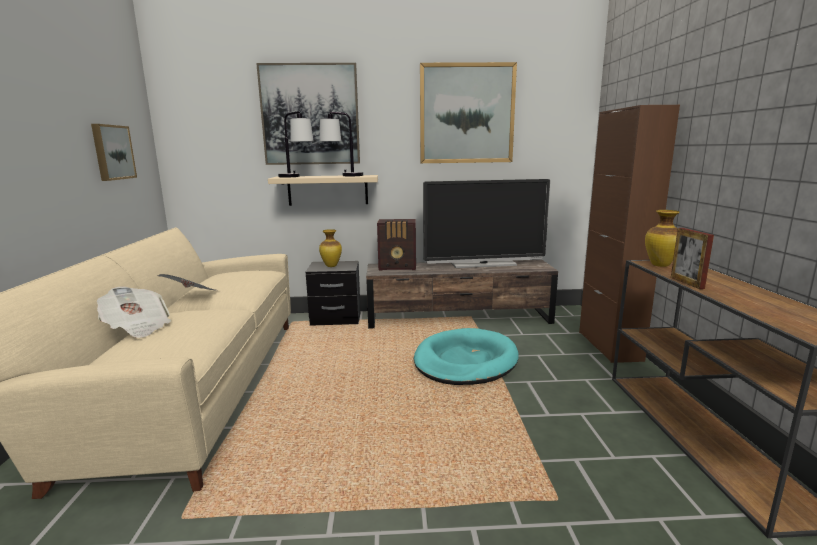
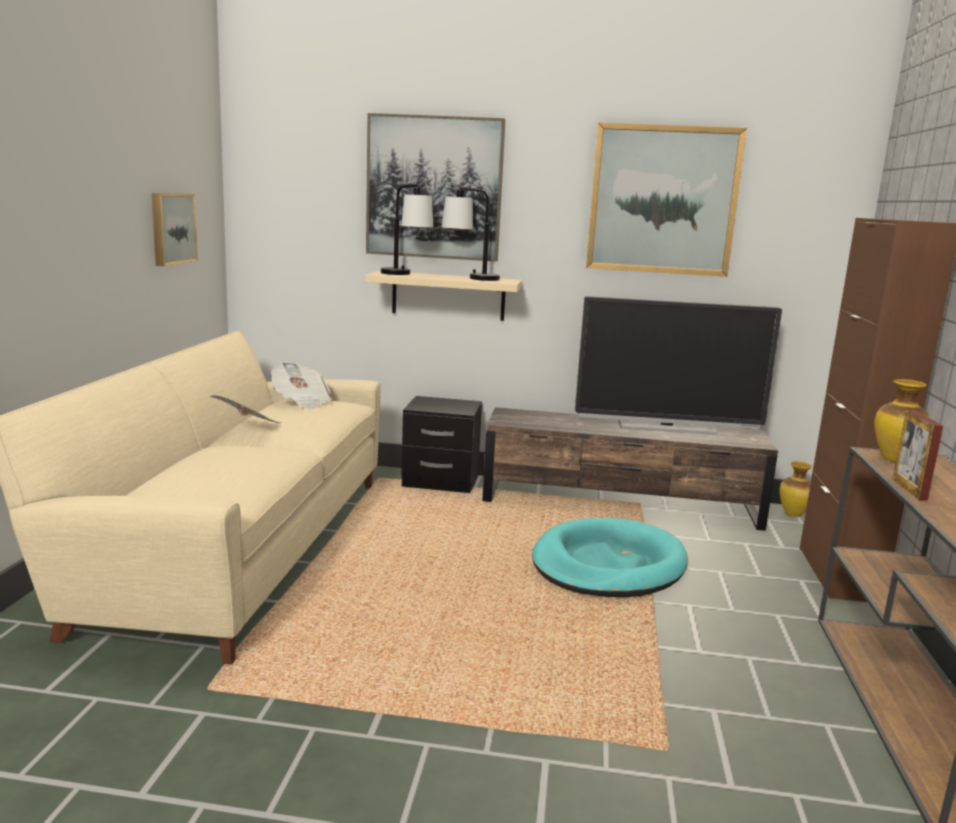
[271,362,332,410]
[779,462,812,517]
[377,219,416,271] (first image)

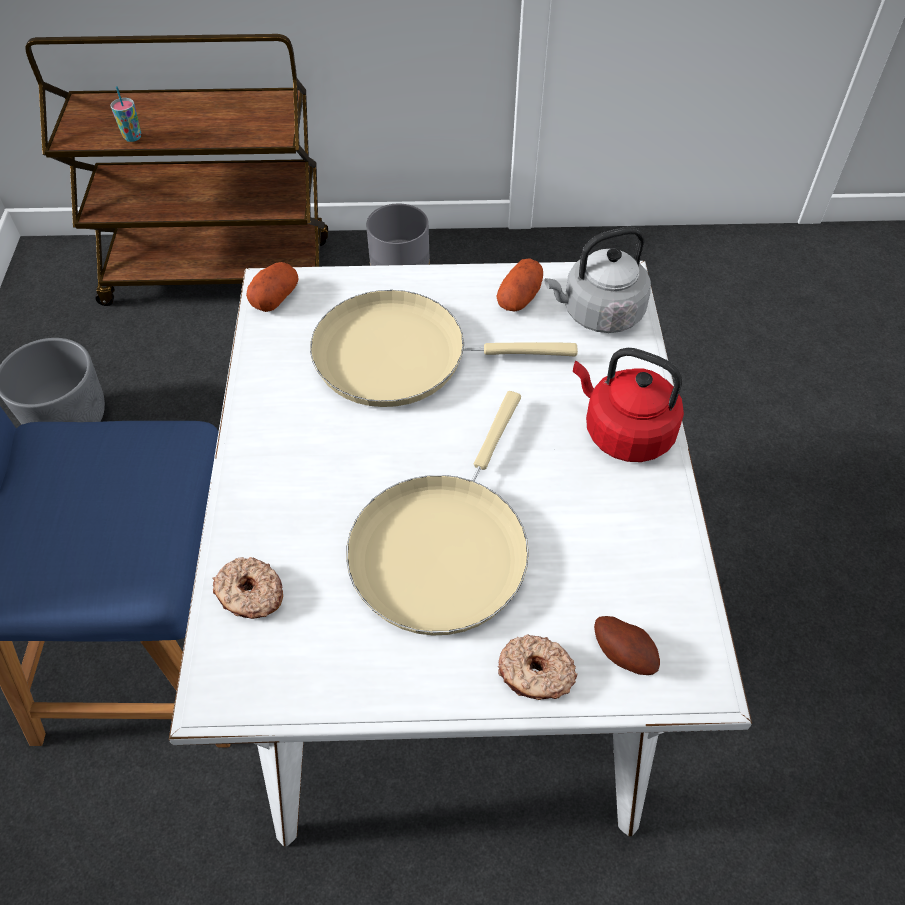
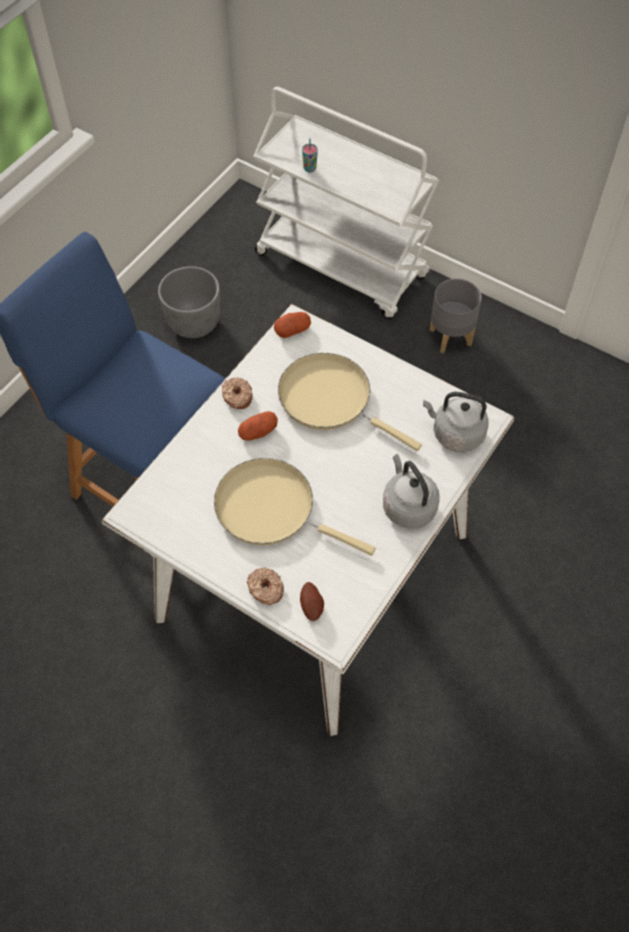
[214,458,376,556]
[222,378,252,409]
[238,411,278,441]
[253,87,439,319]
[383,454,440,528]

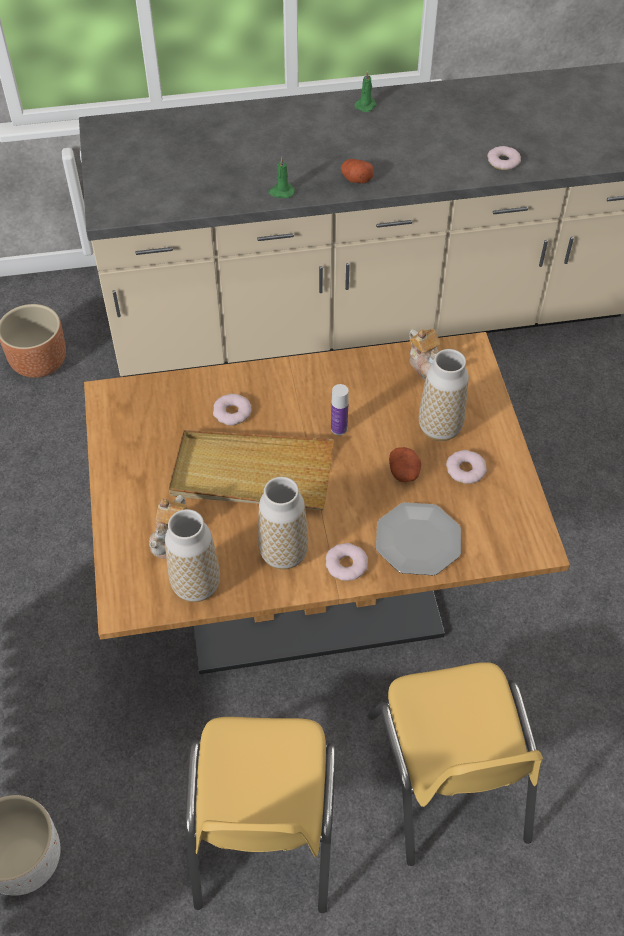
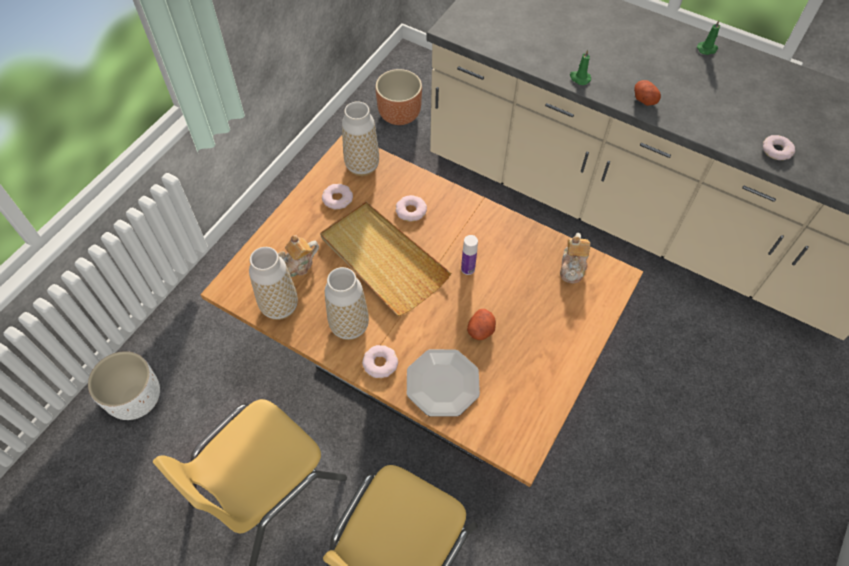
[322,184,353,209]
[342,101,379,176]

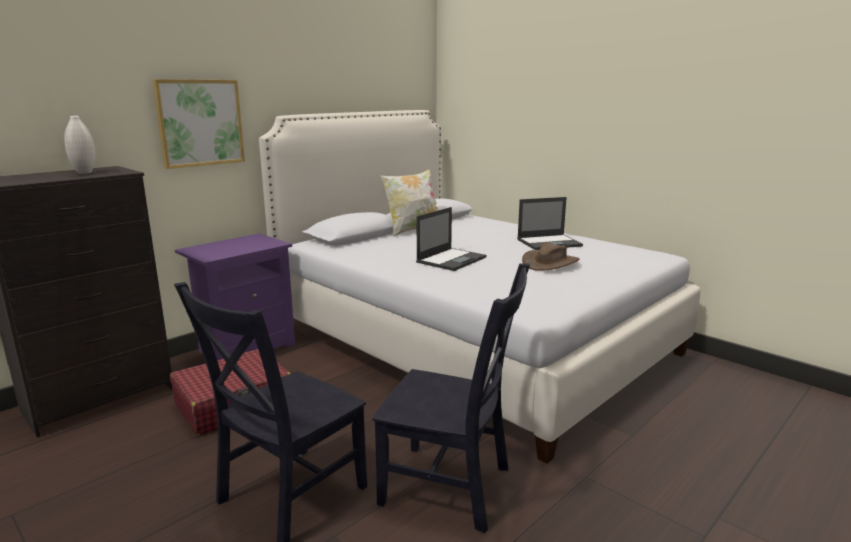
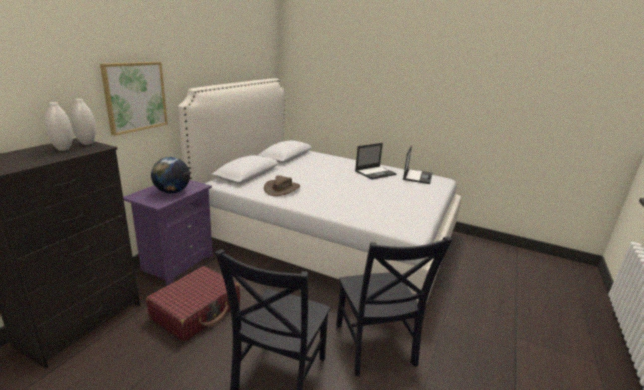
[71,99,96,145]
[151,157,190,194]
[264,175,300,196]
[336,236,452,376]
[403,146,432,184]
[380,169,438,237] (first image)

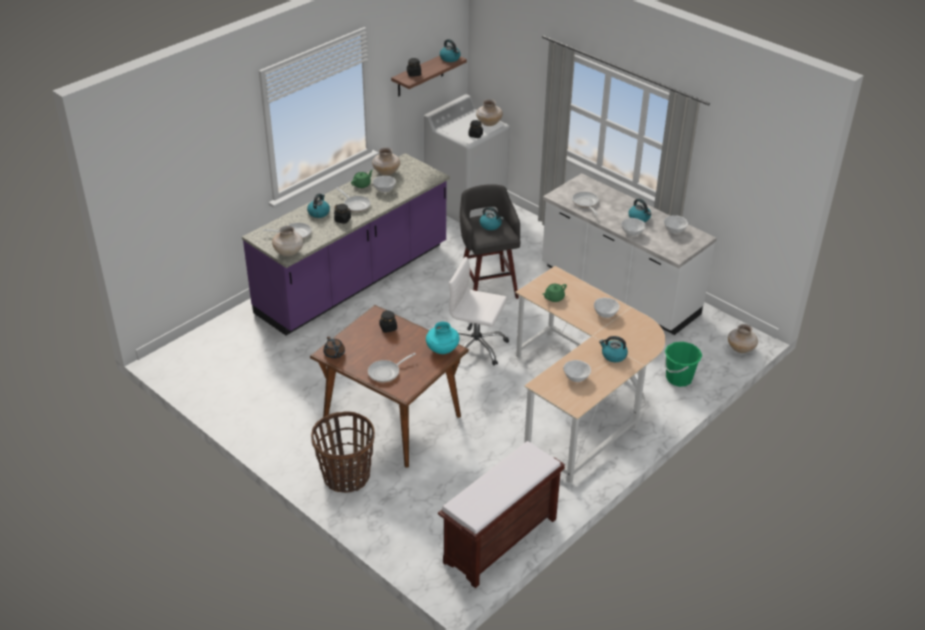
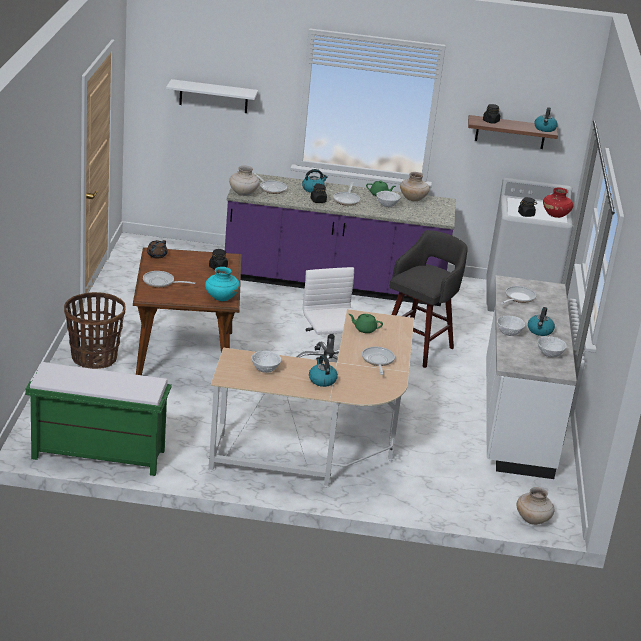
[25,362,172,476]
[166,79,258,113]
[362,347,395,375]
[543,188,573,218]
[480,207,504,230] (first image)
[664,342,702,387] (first image)

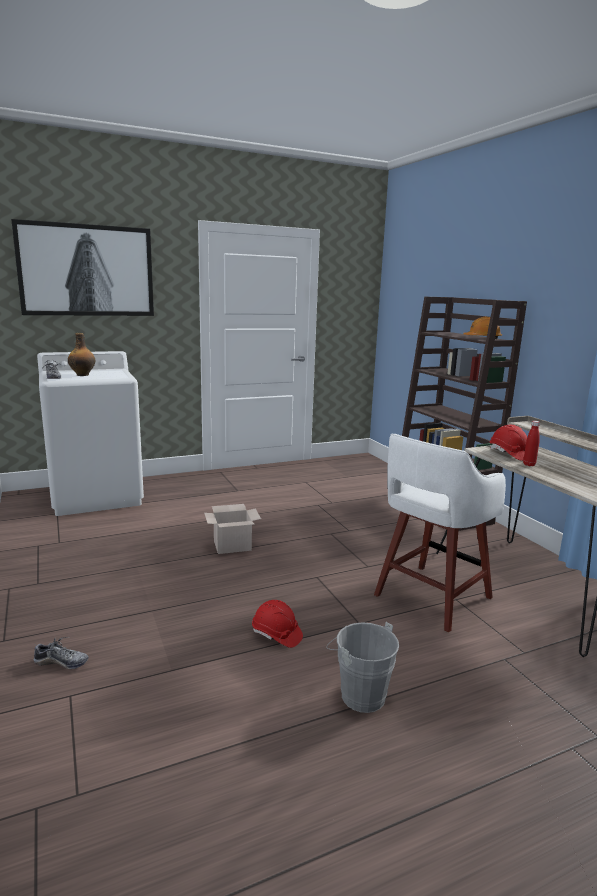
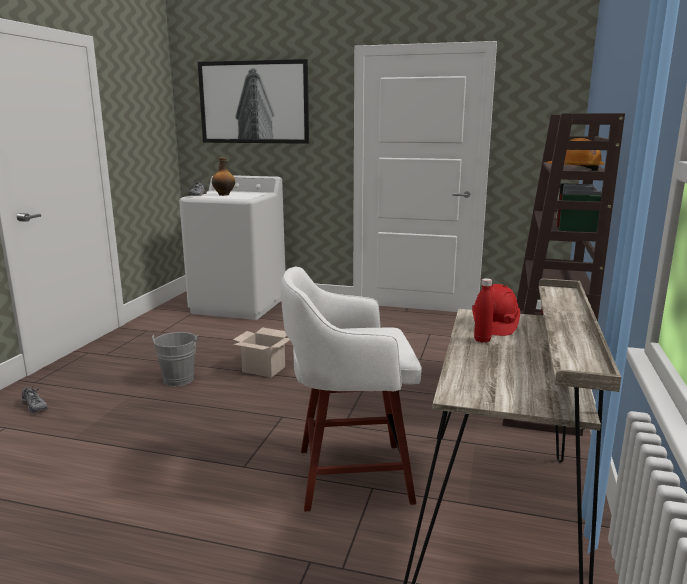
[152,332,199,387]
[252,600,303,648] (first image)

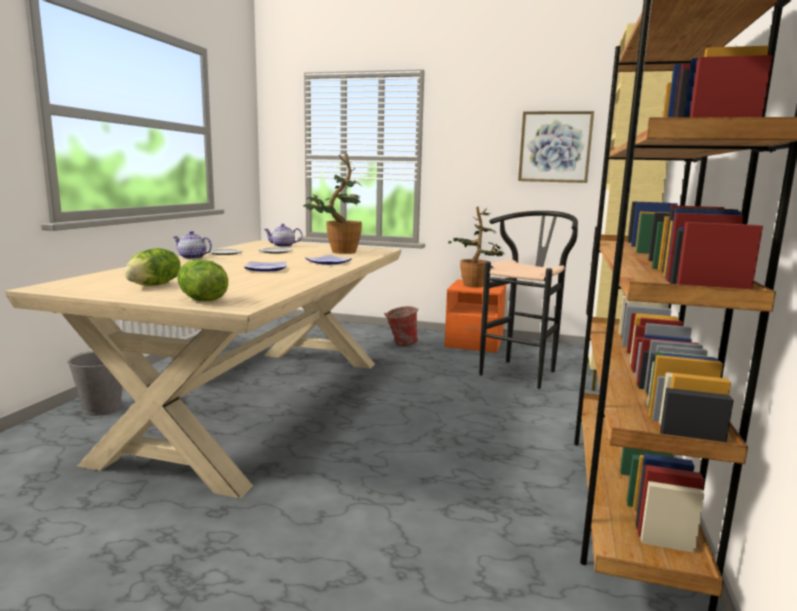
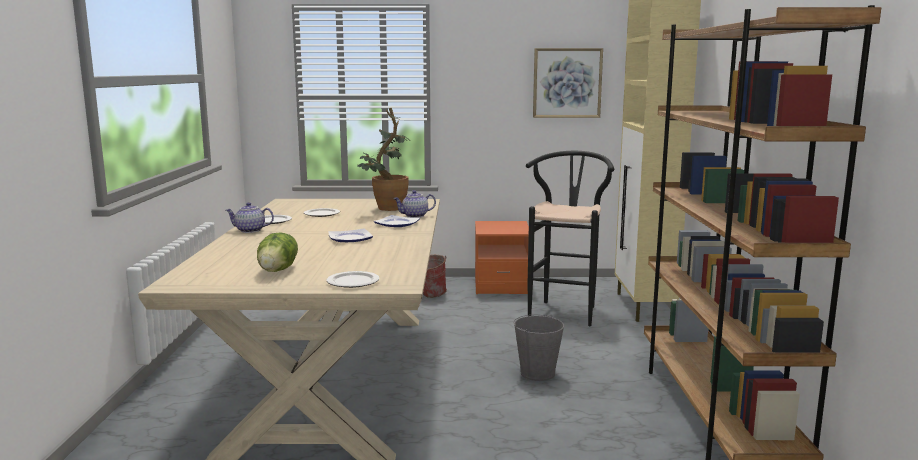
[327,271,380,288]
[393,190,436,218]
[514,315,564,381]
[448,207,505,287] (first image)

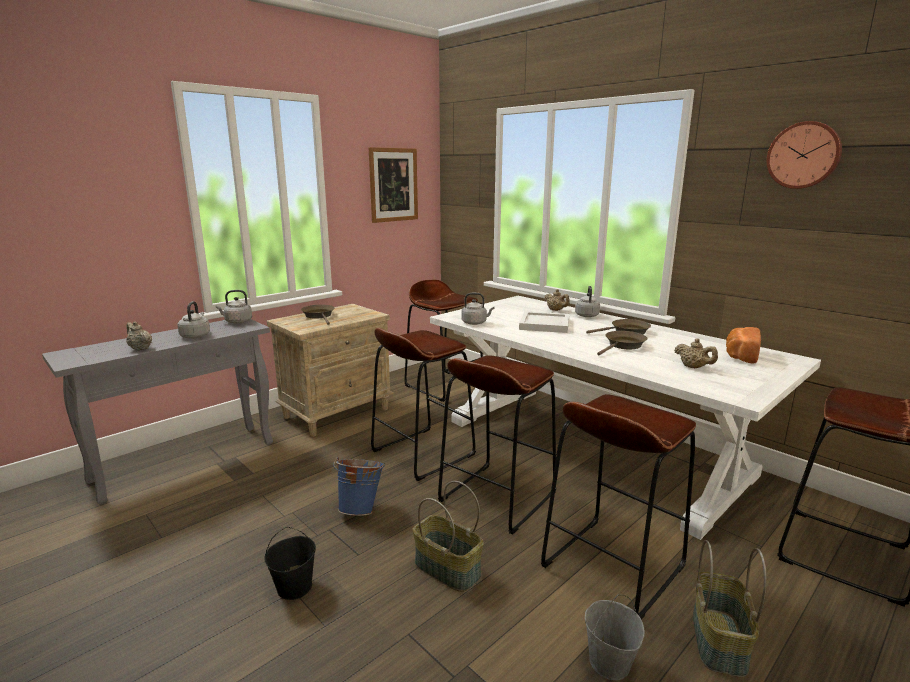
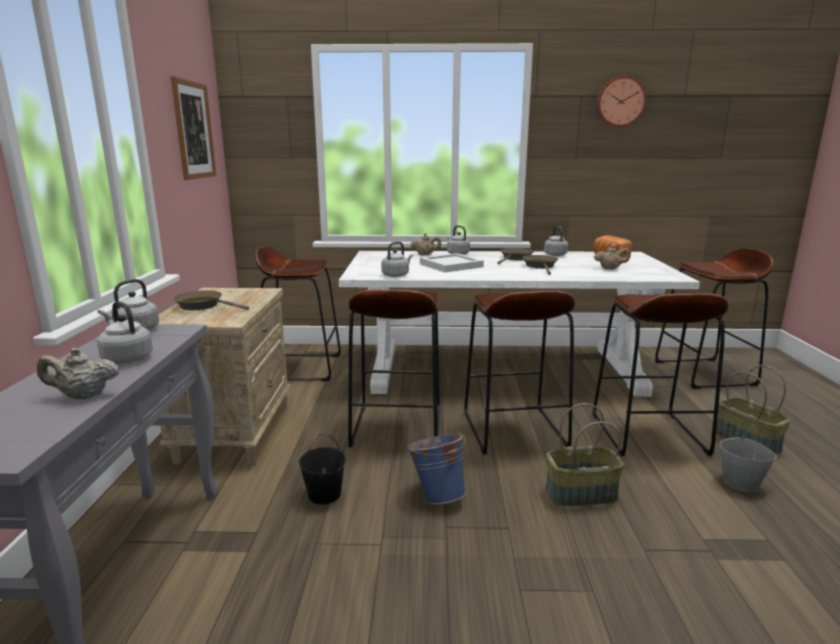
[299,434,346,505]
[544,226,568,256]

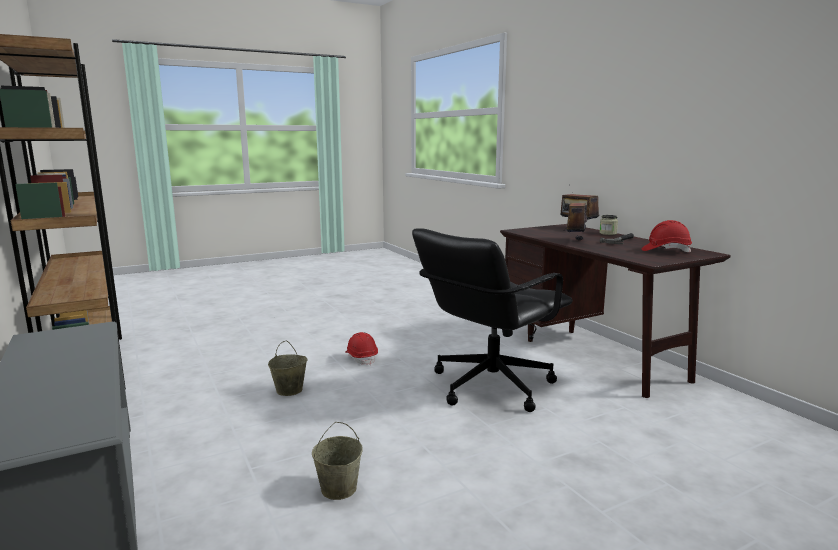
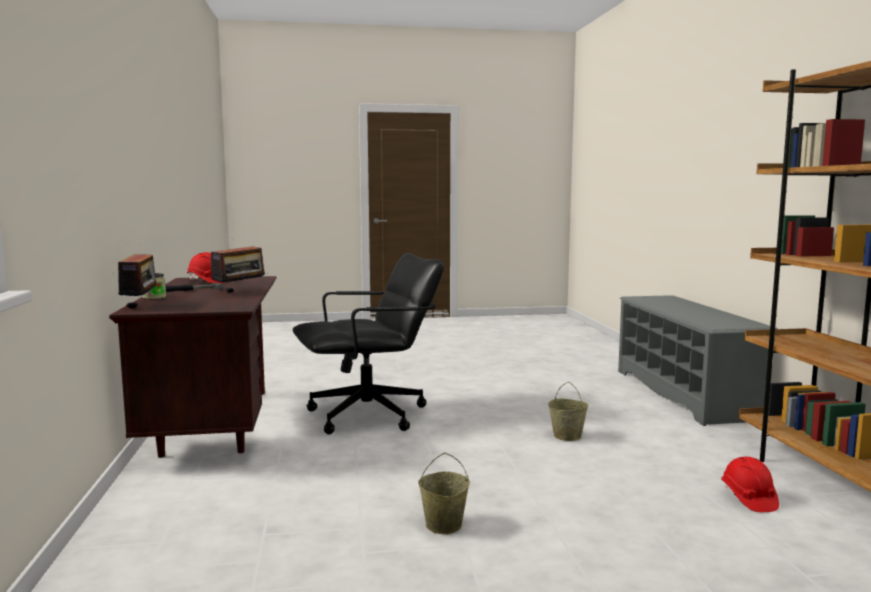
[418,453,470,534]
[721,457,779,512]

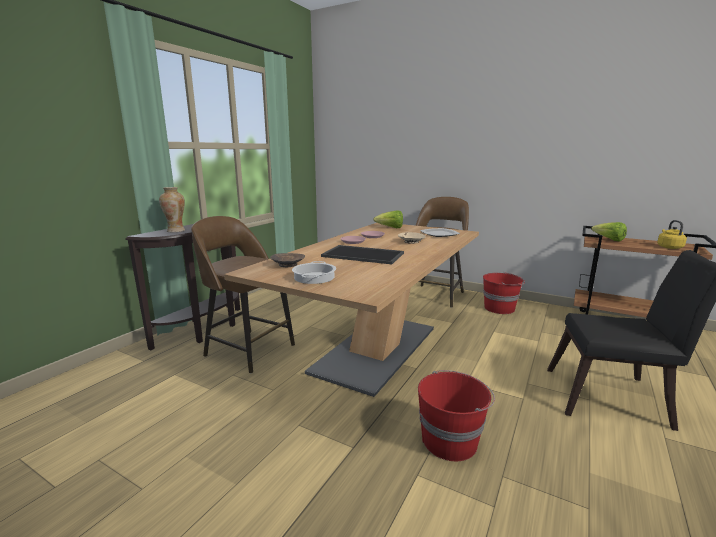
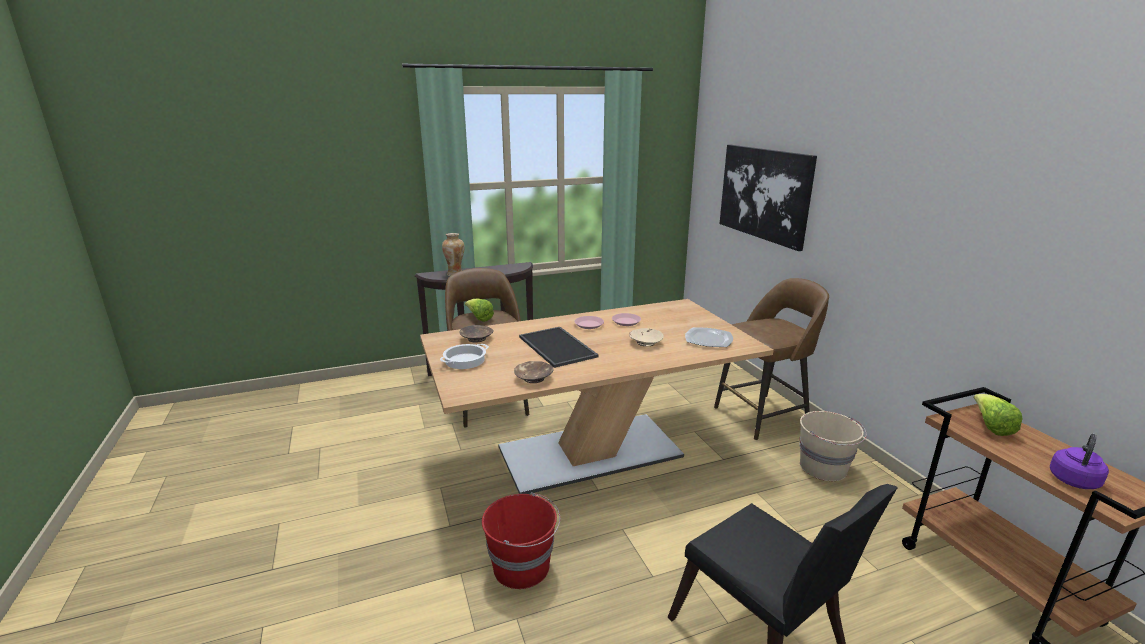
[465,299,494,322]
[514,361,554,383]
[720,144,817,251]
[799,411,867,481]
[1050,434,1109,489]

